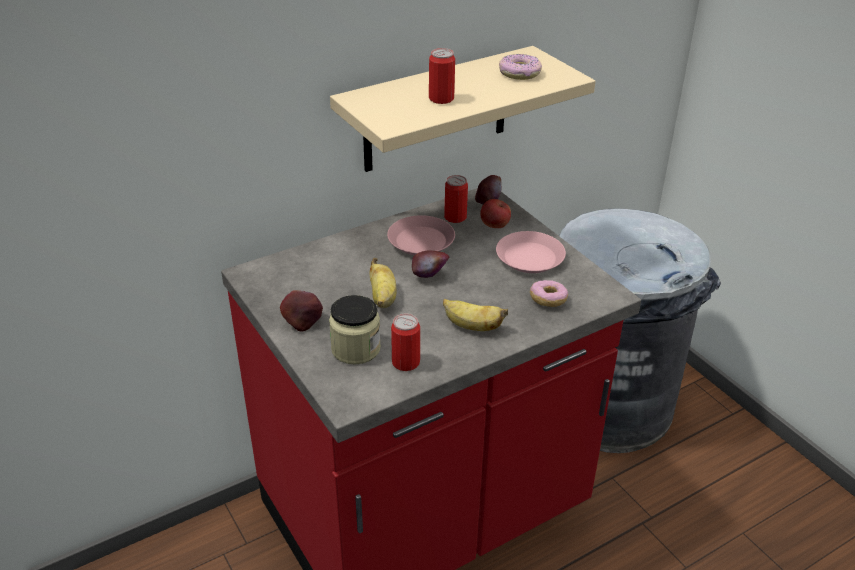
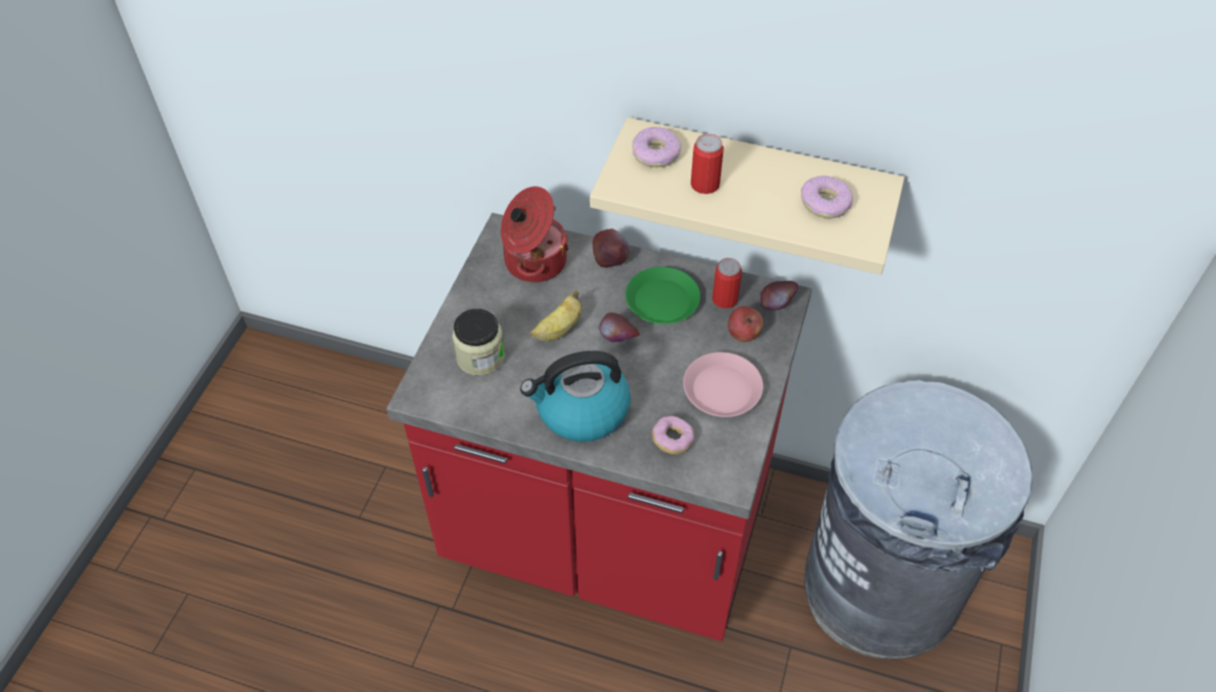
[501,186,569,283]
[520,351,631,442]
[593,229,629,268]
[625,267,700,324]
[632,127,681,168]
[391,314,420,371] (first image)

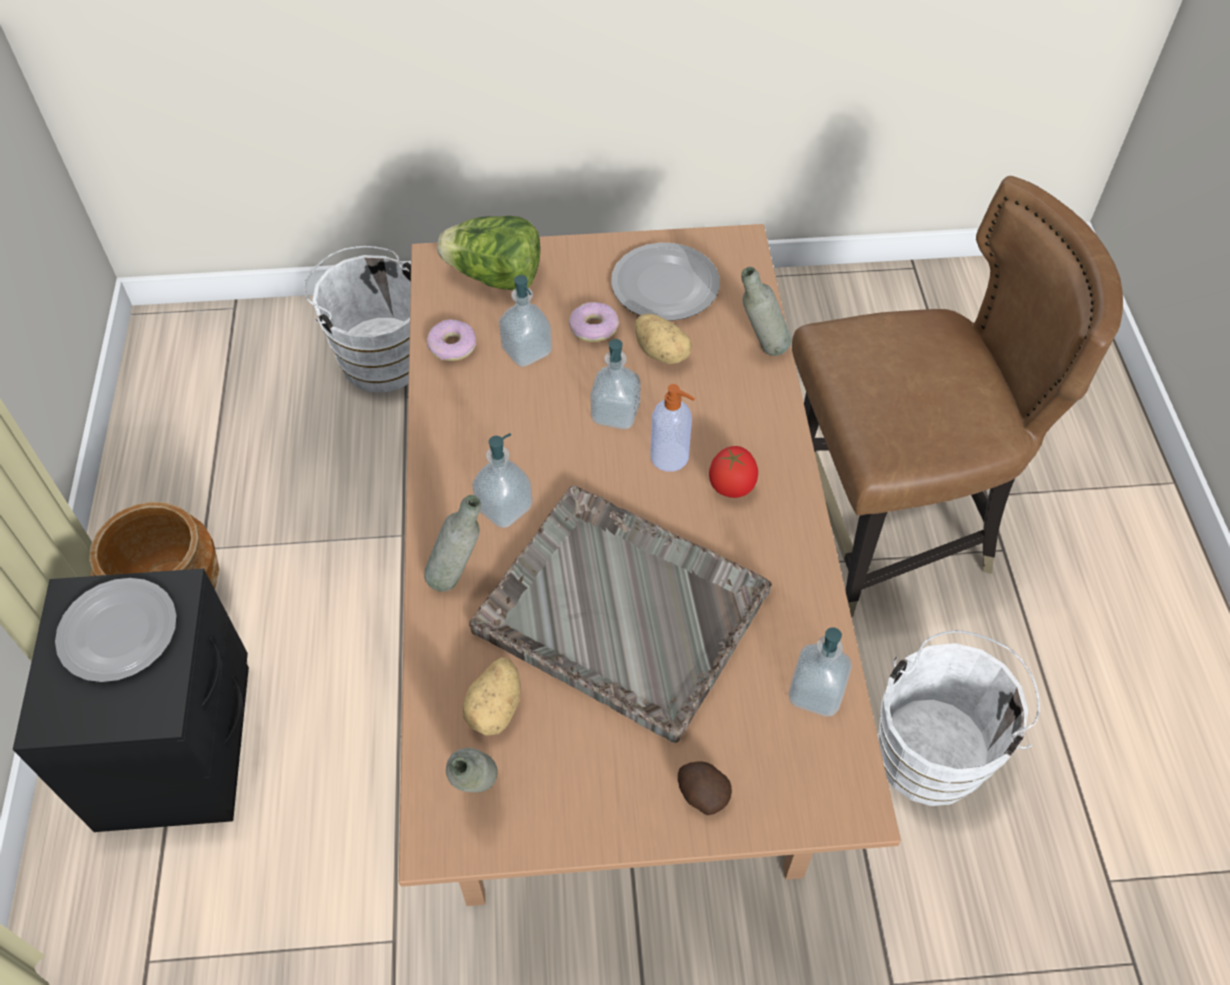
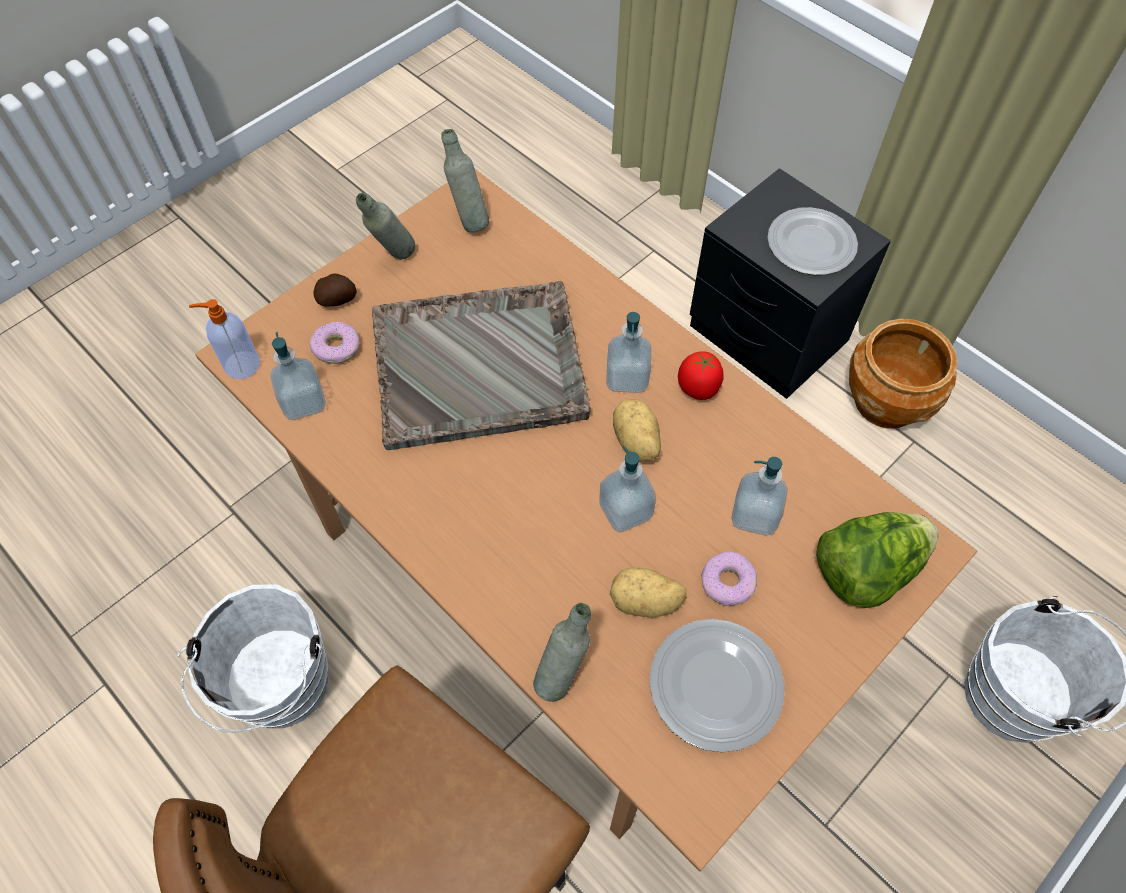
[189,299,260,379]
[310,322,360,364]
[356,193,415,259]
[613,399,661,461]
[678,351,724,400]

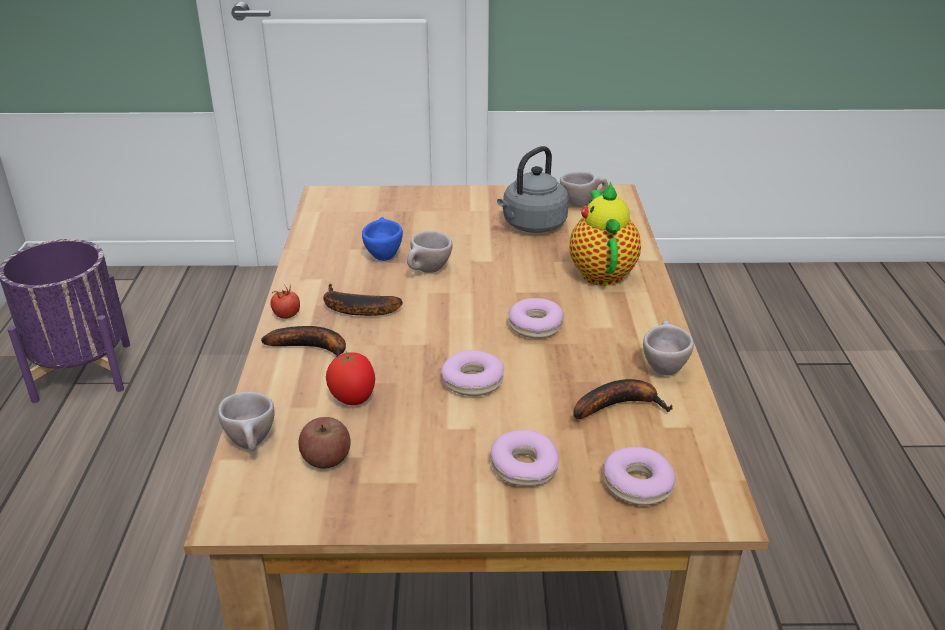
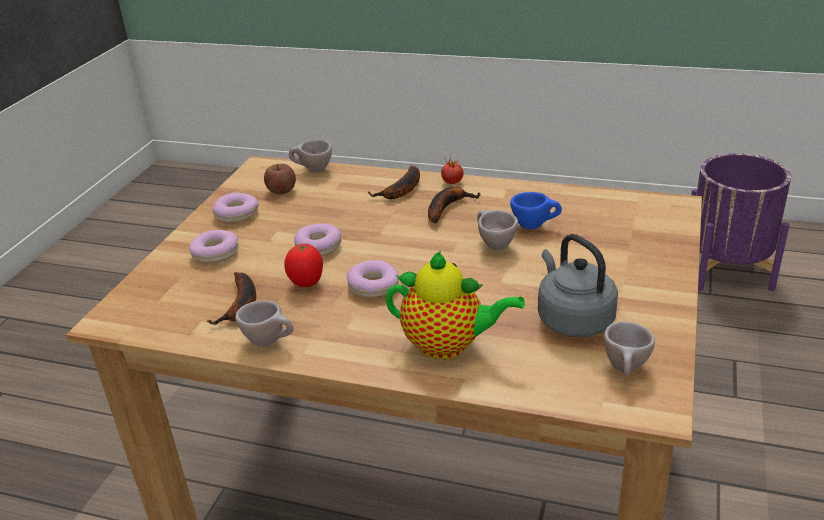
[212,192,259,223]
[284,243,323,287]

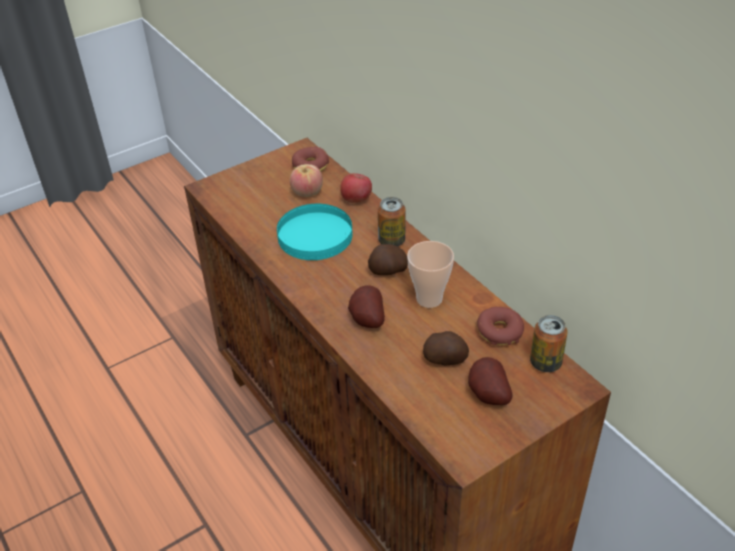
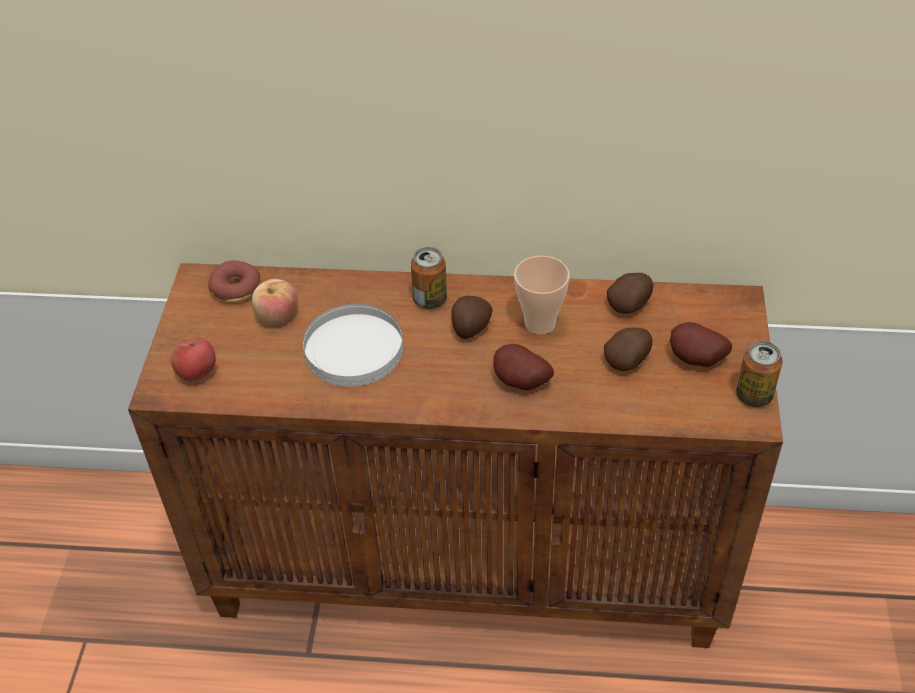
[170,338,216,382]
[303,304,403,387]
[607,273,653,314]
[736,341,783,407]

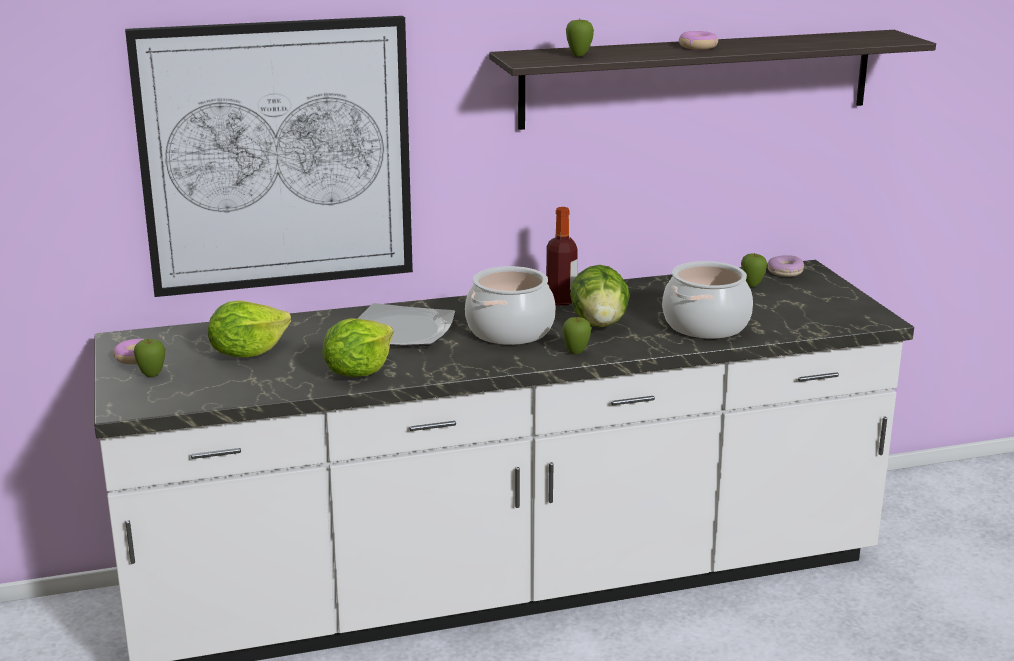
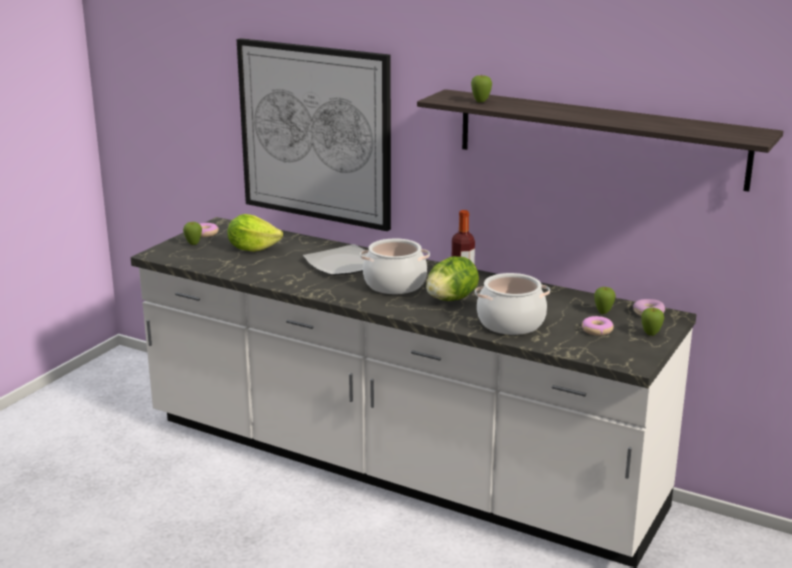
[582,316,614,336]
[641,307,664,336]
[322,318,393,377] (first image)

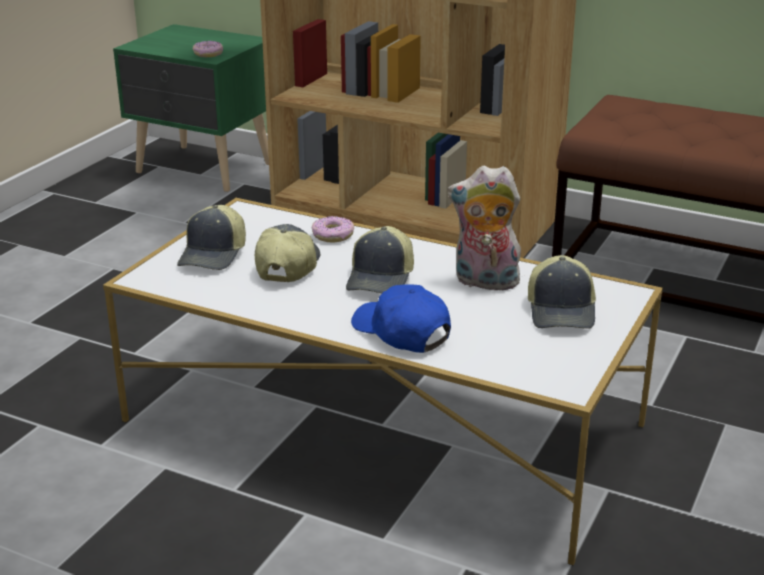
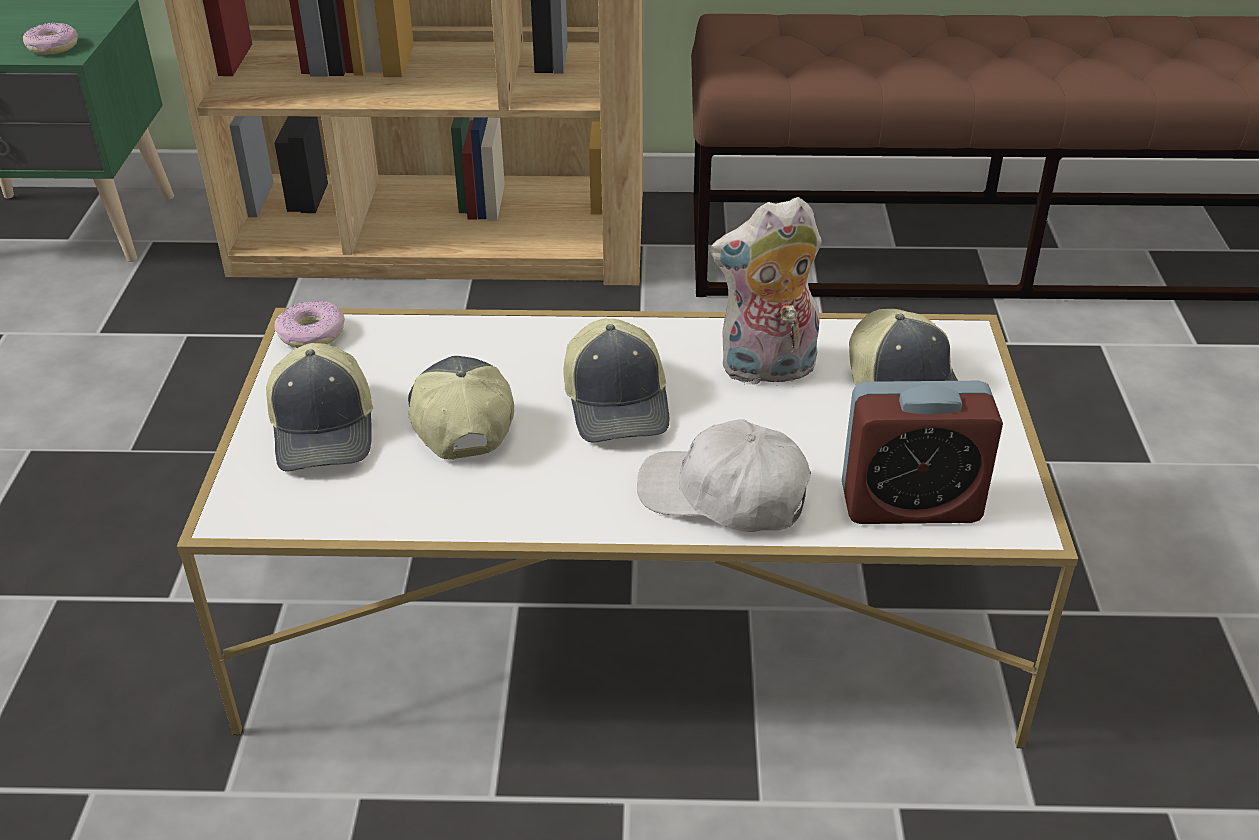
[274,301,345,348]
[637,419,811,532]
[842,381,1003,524]

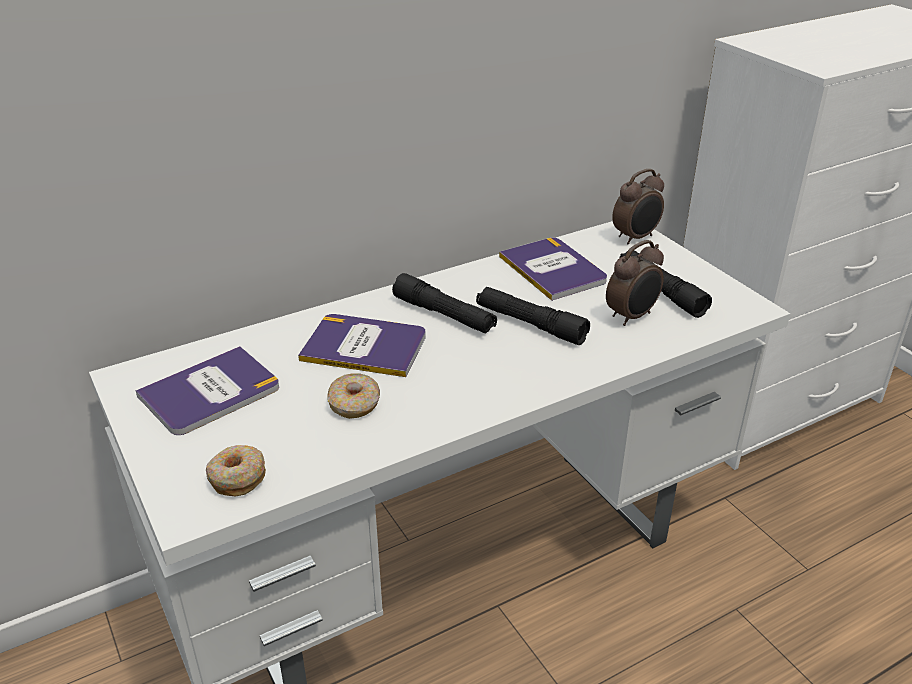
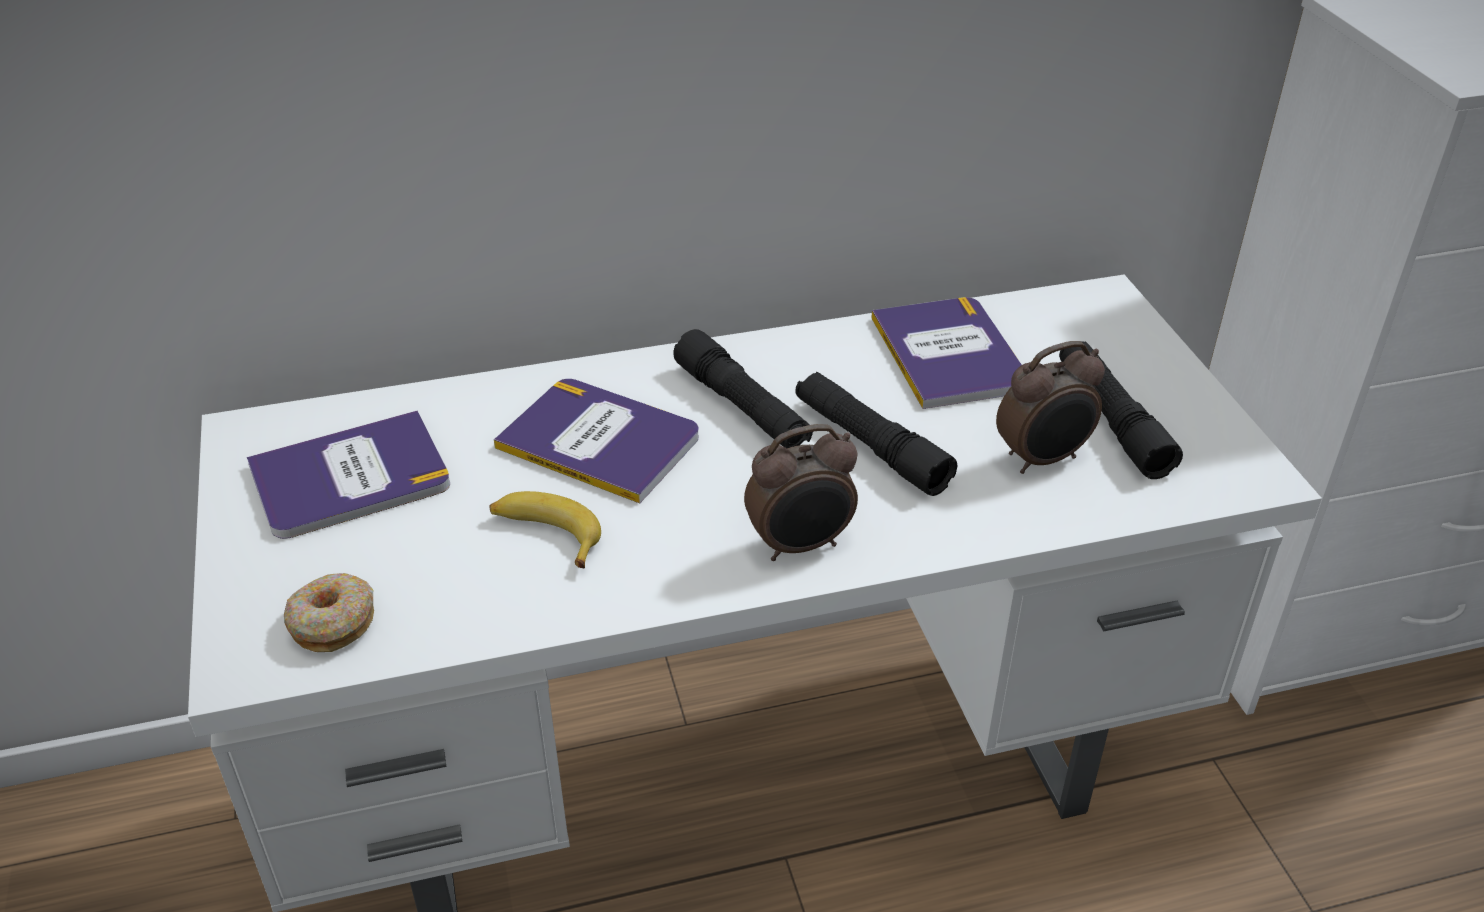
[489,491,601,568]
[744,424,858,561]

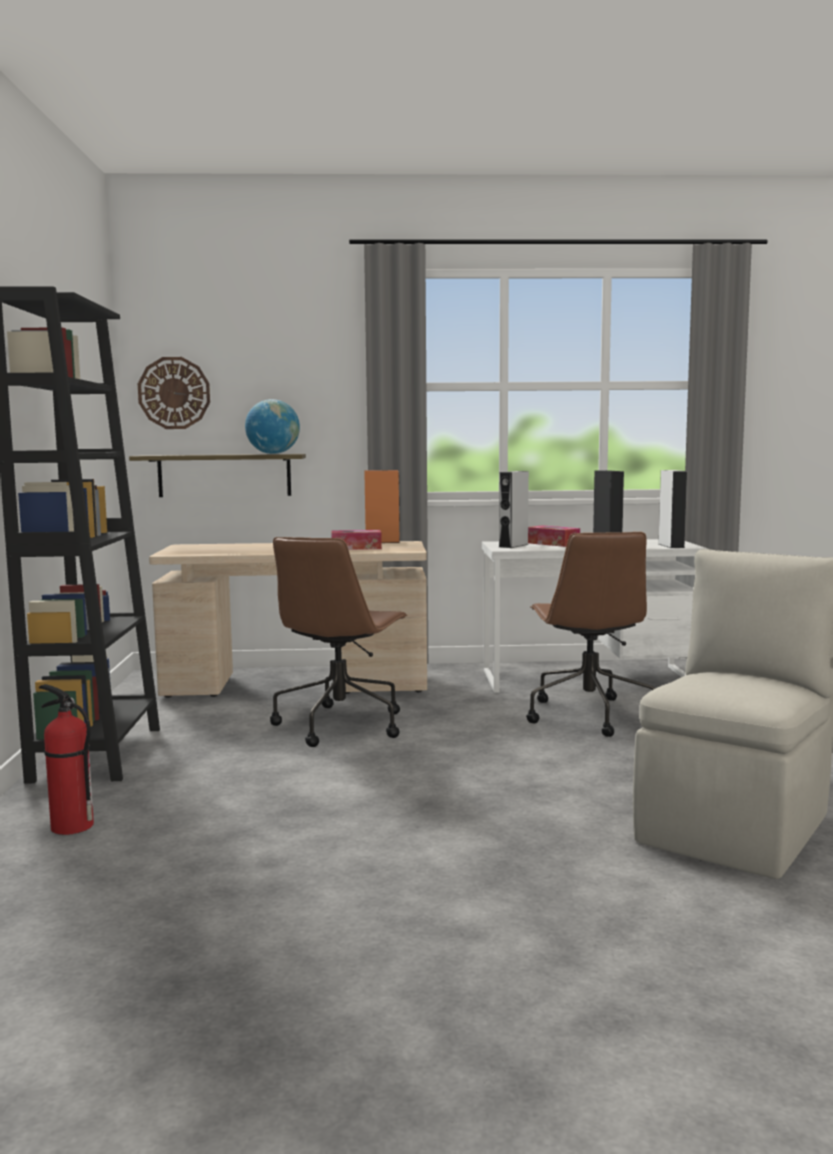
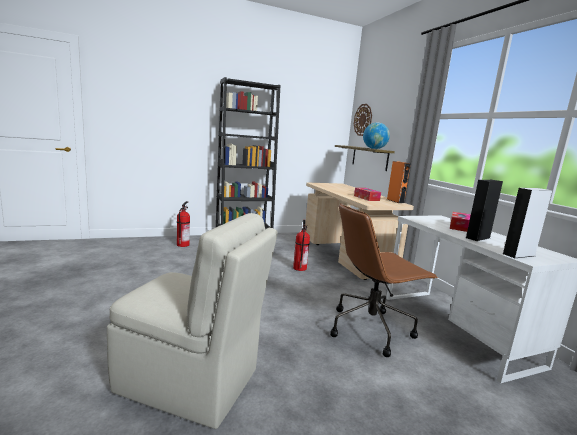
[293,220,310,271]
[499,471,529,548] (first image)

